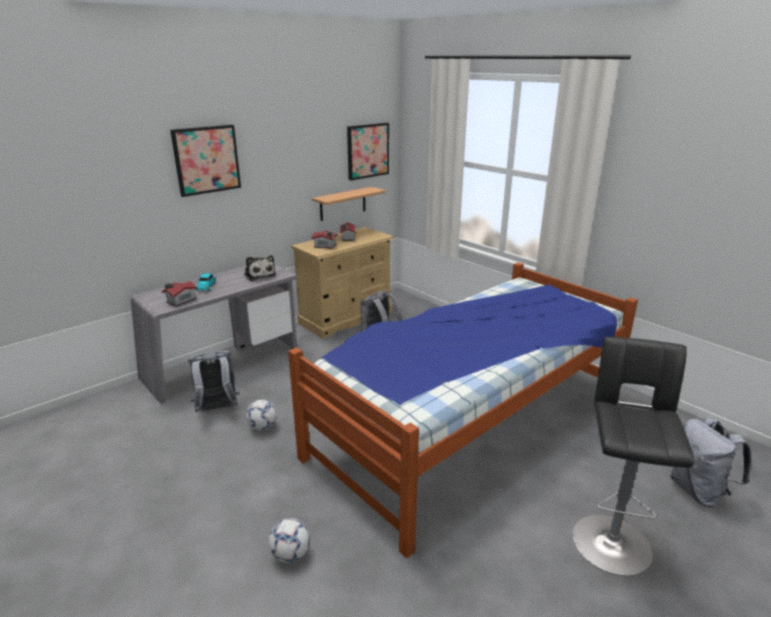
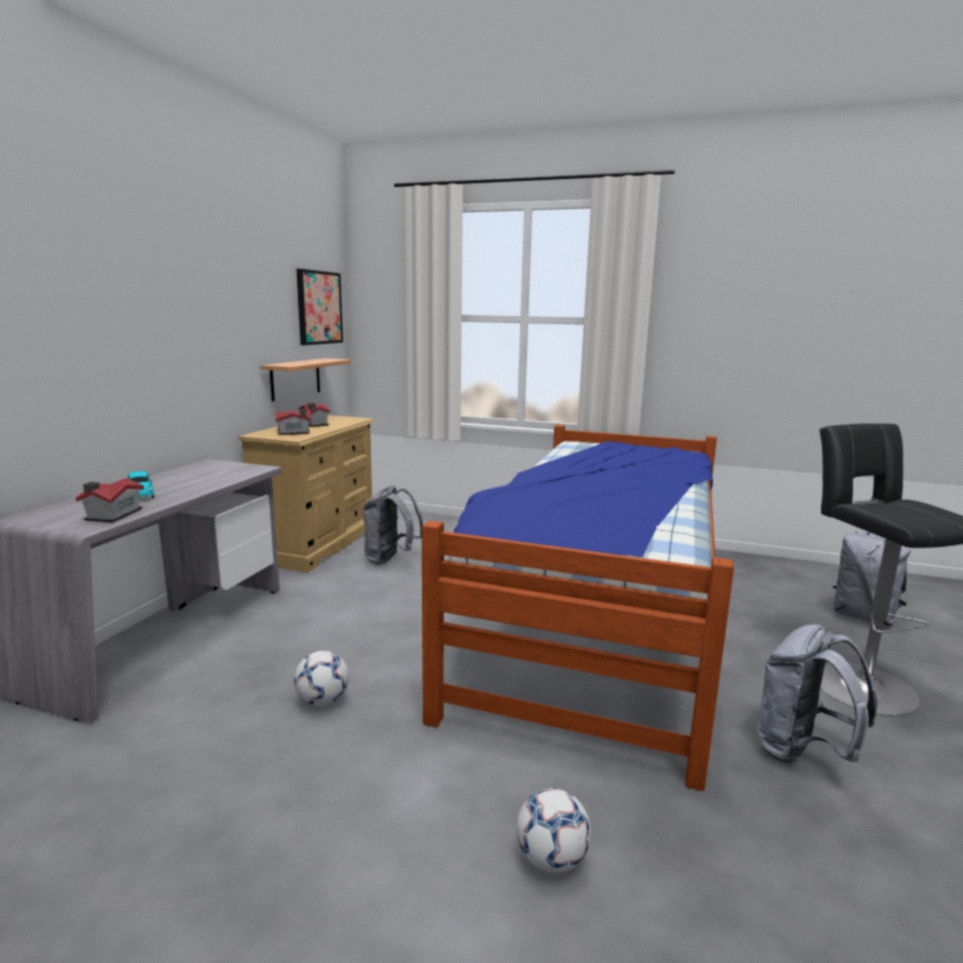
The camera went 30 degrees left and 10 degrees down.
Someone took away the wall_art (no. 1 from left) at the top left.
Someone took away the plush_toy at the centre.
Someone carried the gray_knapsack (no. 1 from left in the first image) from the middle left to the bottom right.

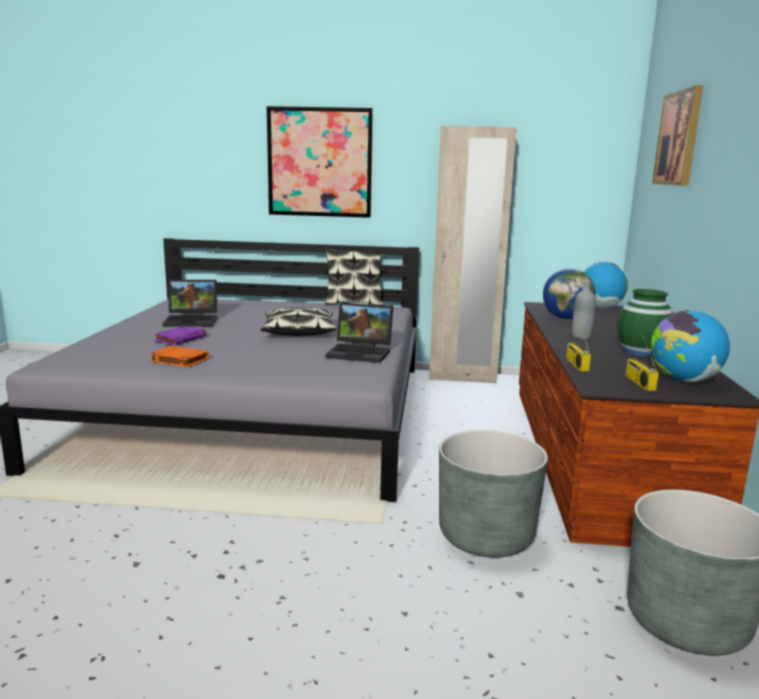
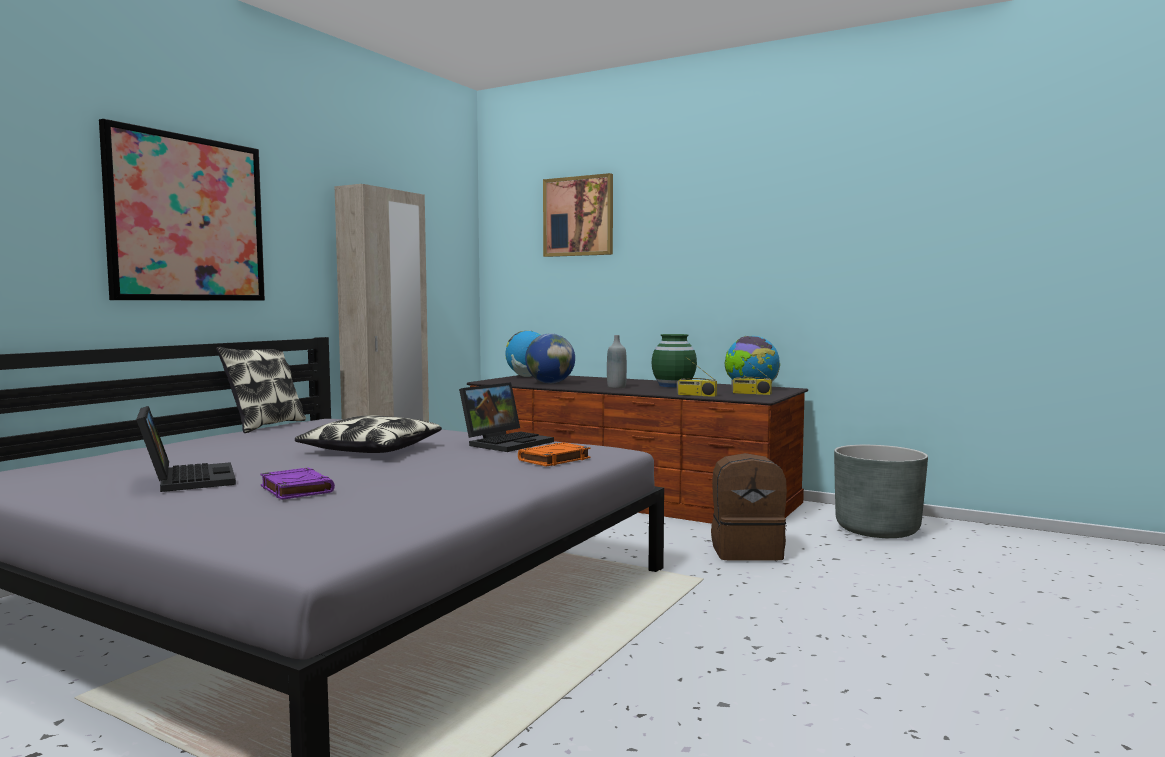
The camera went 65 degrees left and 10 degrees down.
Someone carried the orangey_volume from the middle left to the centre.
Someone swapped the gray_flower_pot (no. 1 from left) at the bottom centre for the brown-coloured_knapsack at the bottom centre.
Someone rotated the notebook_computer (no. 1 from left) at the middle left by 45 degrees counterclockwise.

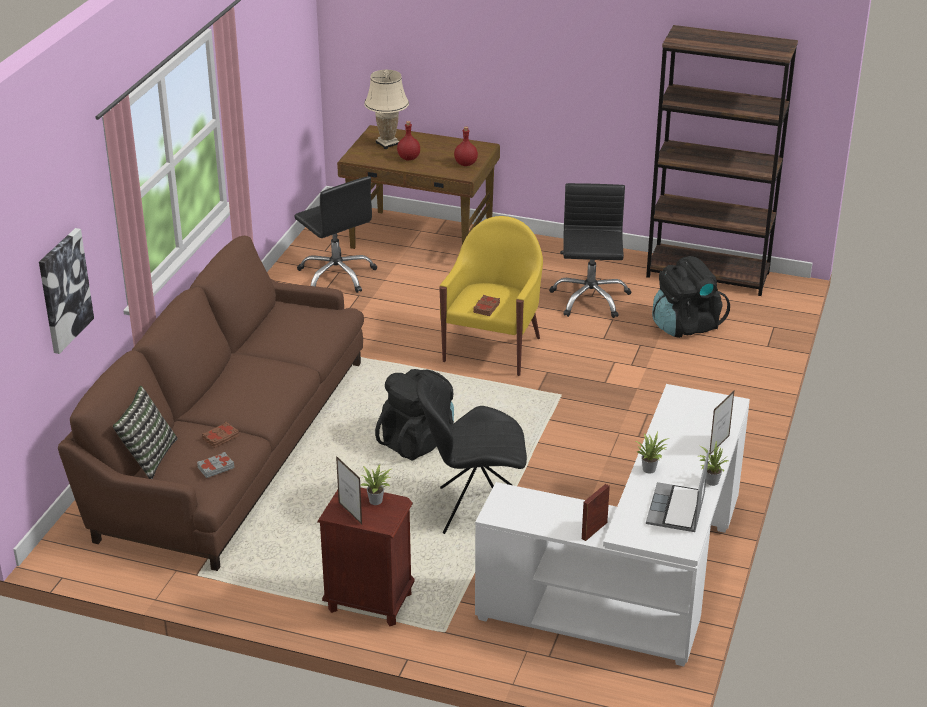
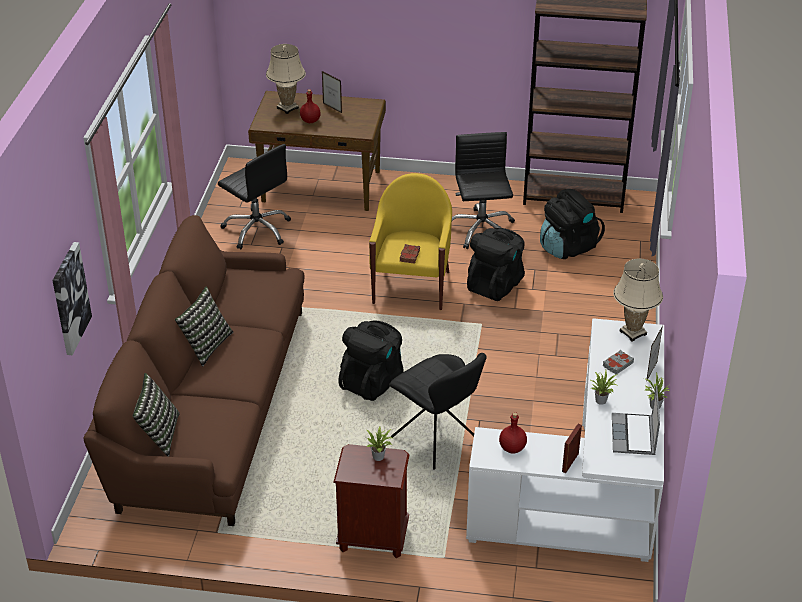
The camera went 10 degrees left and 5 degrees up.
Someone took away the brown-coloured_volume (no. 1 from left) at the middle left.
Someone put down the pillow (no. 2 from left) at the middle left.
Someone put down the blackish_knapsack (no. 2 from left) at the centre.
Someone put down the beige-coloured_table_lamp (no. 2 from left) at the middle right.
Someone carried the gray_volume from the middle left to the middle right.
Someone carried the picture_frame (no. 1 from left) from the bottom centre to the top centre.
Someone carried the red-coloured_beverage_bottle (no. 2 from left) from the top centre to the bottom centre.
Someone rotated the blackish_upright_chair at the centre by 120 degrees counterclockwise.

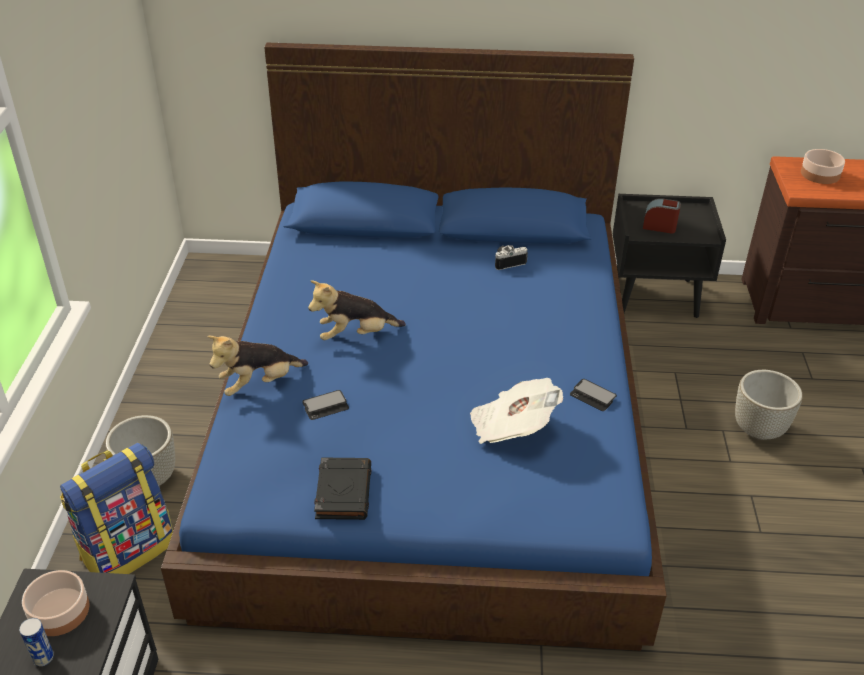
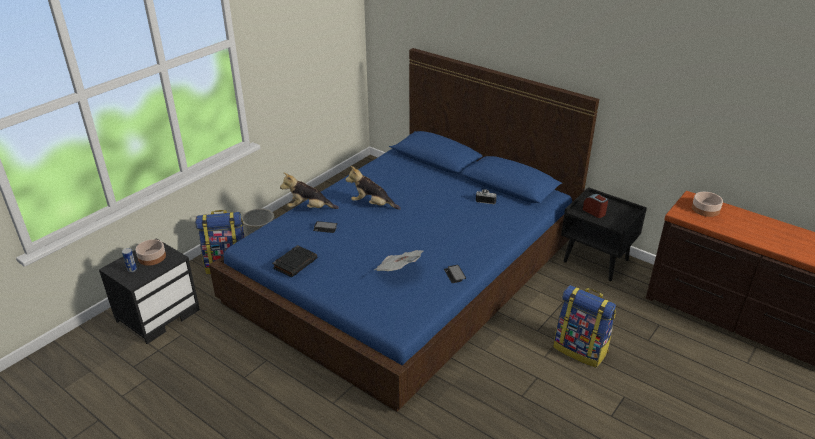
The camera went 35 degrees right and 5 degrees down.
Someone swapped the gray_flower_pot (no. 2 from left) at the middle right for the knapsack (no. 2 from left) at the bottom right.

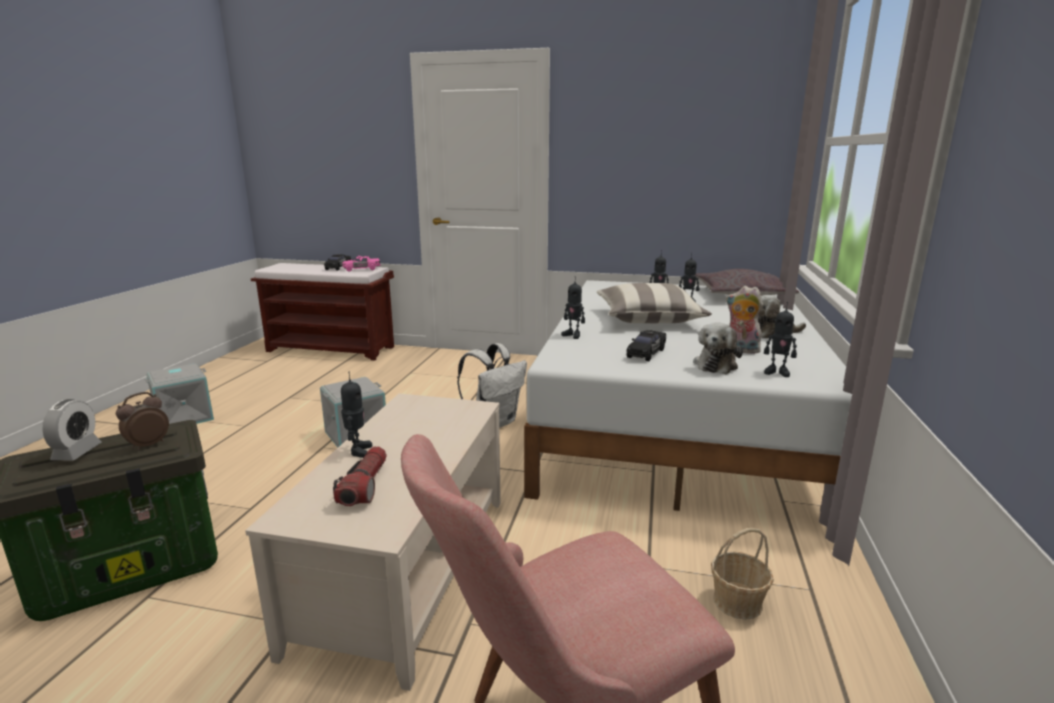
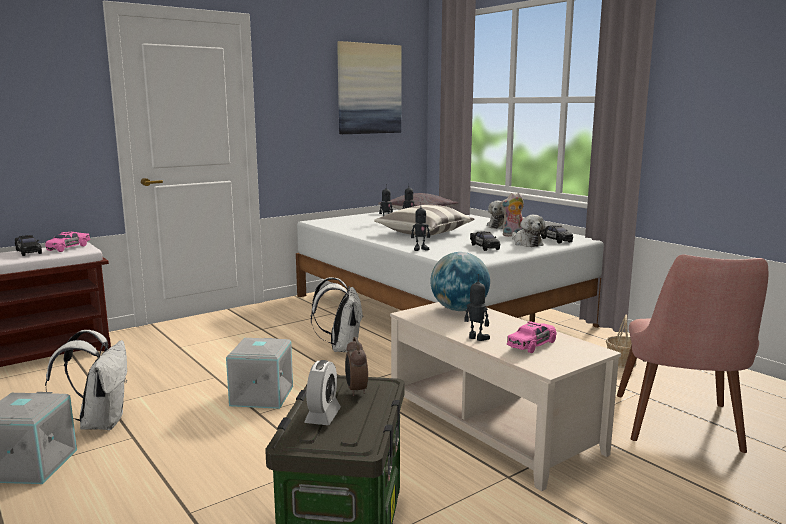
The camera went 50 degrees left and 5 degrees down.
Someone put down the white-coloured_knapsack (no. 1 from left) at the bottom left.
Someone put up the wall_art at the top centre.
Someone put down the desk_globe at the centre.
Someone swapped the flashlight at the bottom centre for the pinkish_model_car (no. 2 from left) at the middle right.
Someone swapped the model_robot (no. 5 from left) at the middle right for the blackish_model_car (no. 3 from left) at the middle right.
Someone rotated the table_clock (no. 1 from left) at the middle left by 60 degrees clockwise.

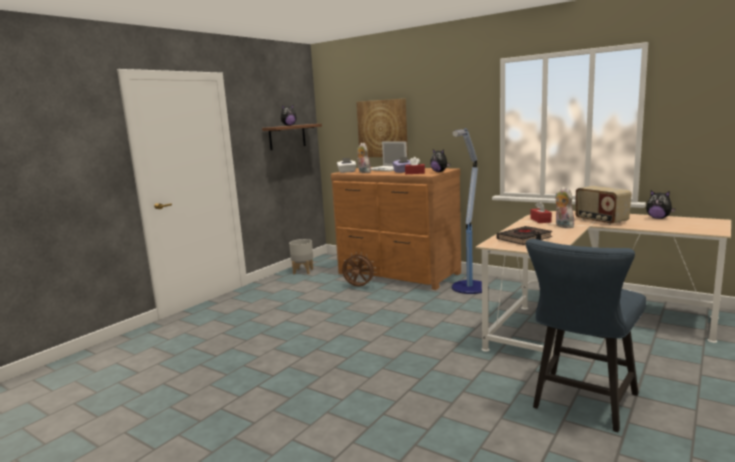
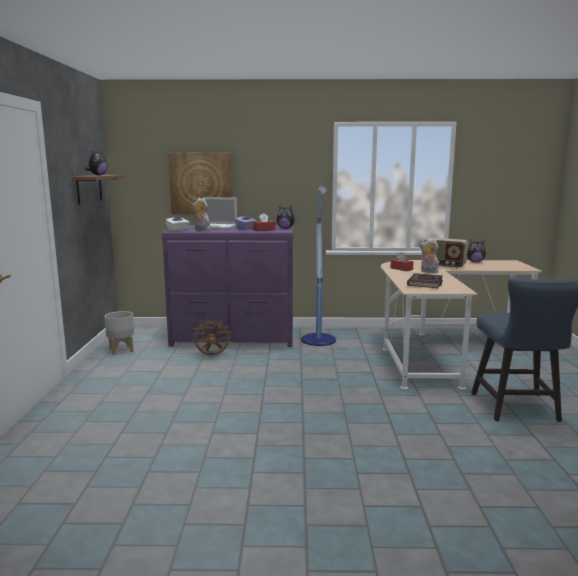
The camera went 35 degrees left and 0 degrees up.
Someone repainted the brown-coloured_dresser at the centre, which became the purple-coloured_dresser at the centre.

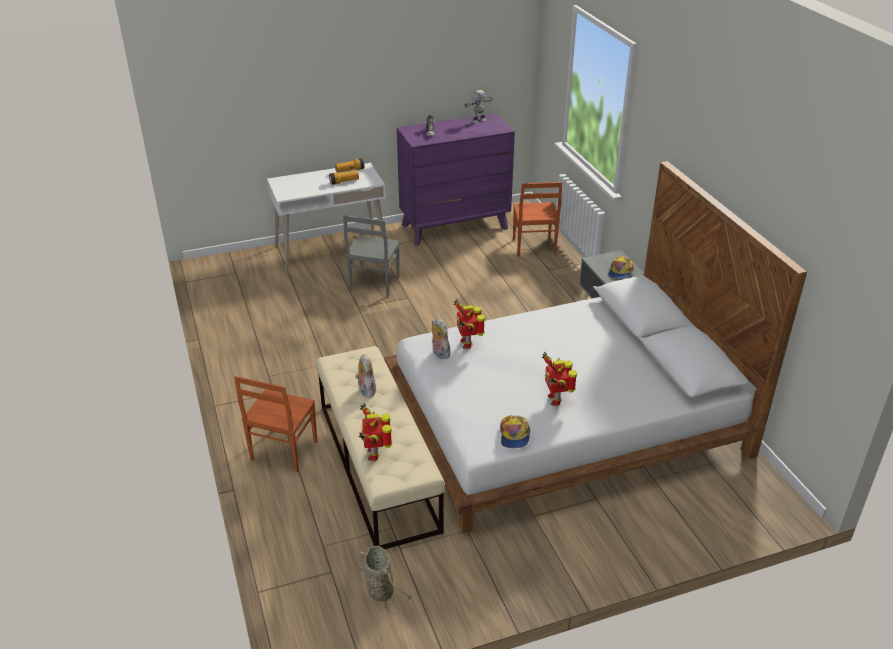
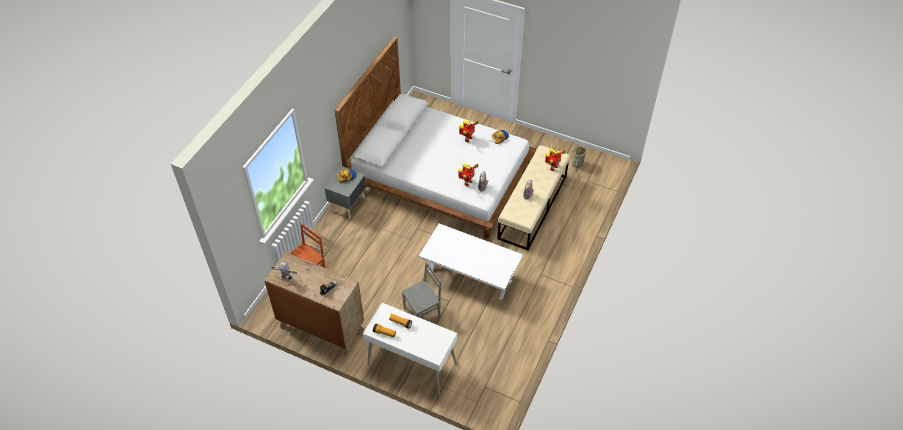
The camera went 135 degrees left and 15 degrees up.
Someone took away the brown-coloured_upright_chair (no. 1 from left) at the middle left.
Someone put down the white-coloured_low_table at the centre.
Someone repainted the purple-coloured_dresser at the top centre, which became the brown-coloured_dresser at the bottom centre.

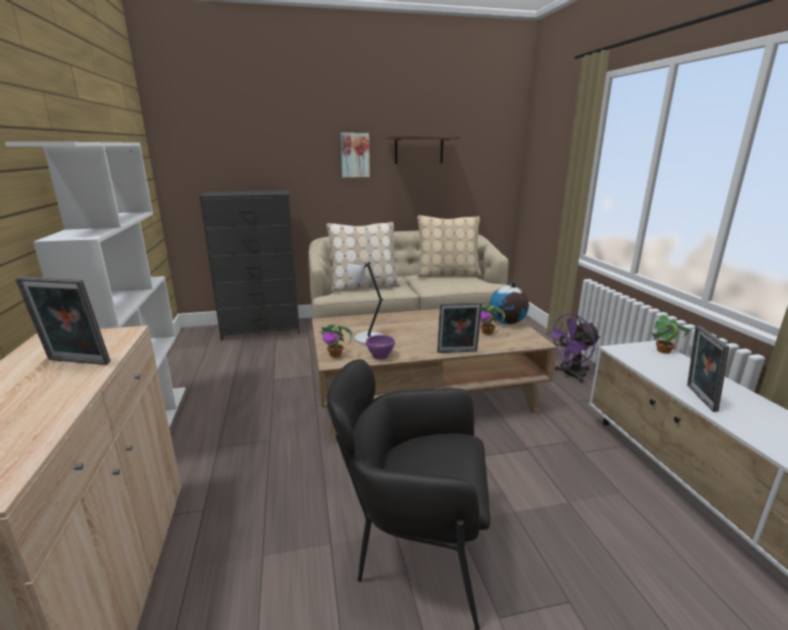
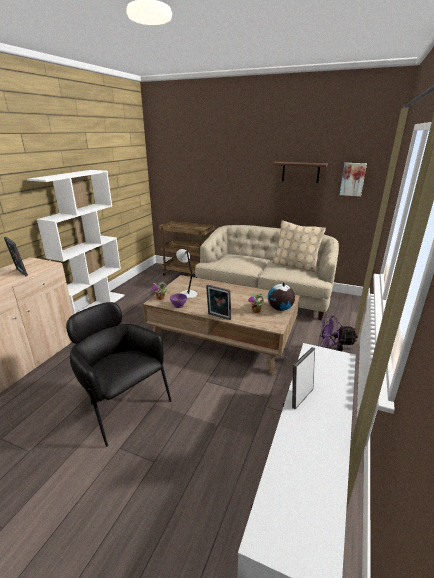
The camera went 35 degrees right and 5 degrees up.
Someone took away the beige-coloured_pillow (no. 1 from left) at the centre.
Someone took away the plant_in_a_pot (no. 3 from left) at the middle right.
Someone carried the wall_art from the top centre to the top right.
Someone swapped the blackish_dresser at the middle left for the brown-coloured_wheeled_cart at the centre.

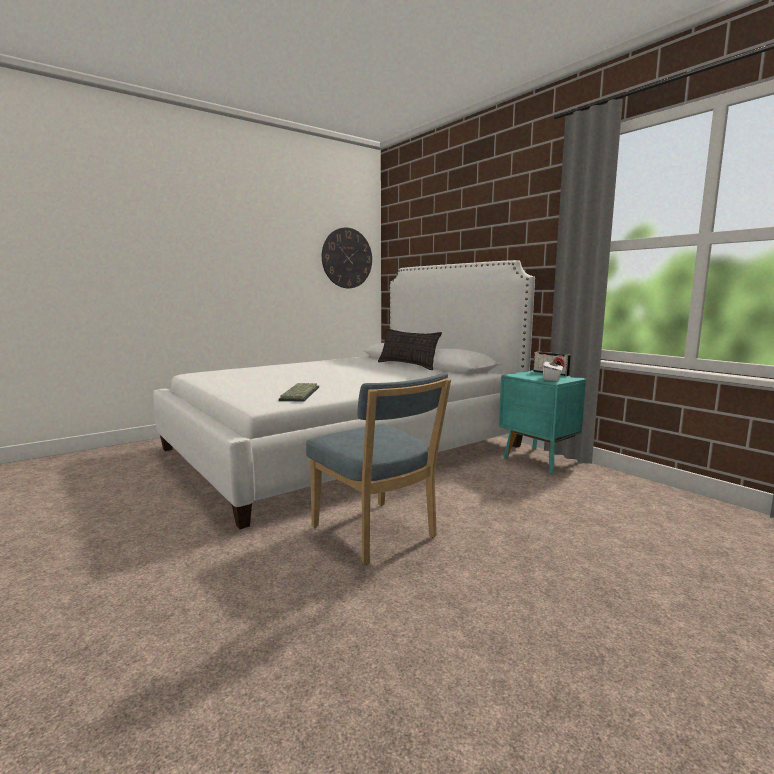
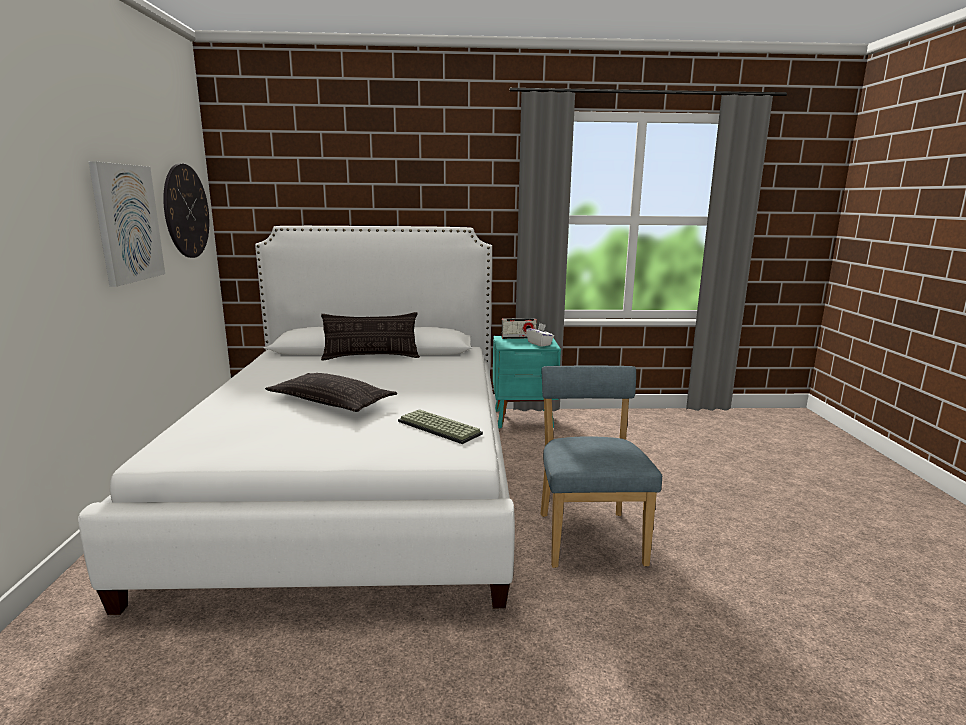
The camera went 55 degrees left and 5 degrees up.
Someone put up the wall_art at the top left.
Someone put down the pillow (no. 1 from left) at the centre.
Someone rotated the blue_upright_chair at the centre by 90 degrees counterclockwise.

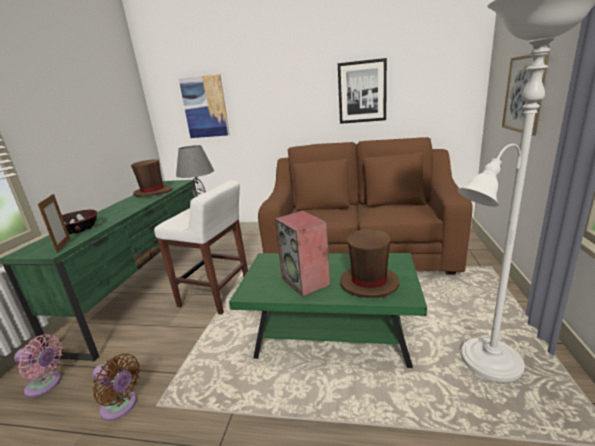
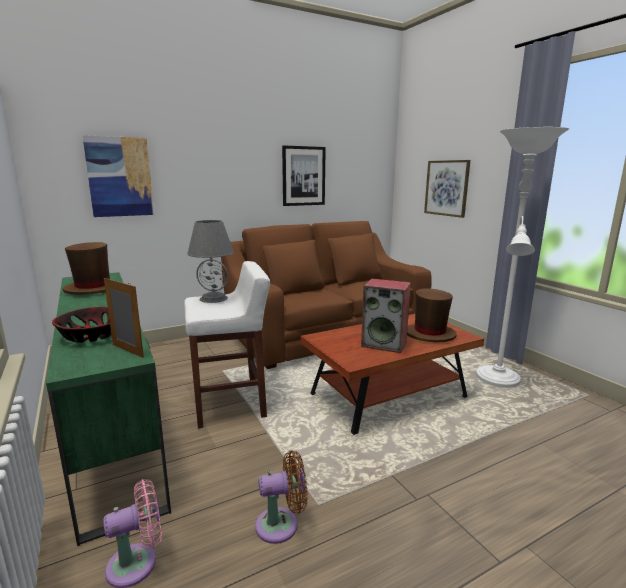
The camera went 40 degrees left and 5 degrees down.
Someone repainted the green-coloured_low_table at the bottom centre, which became the brown-coloured_low_table at the centre.

